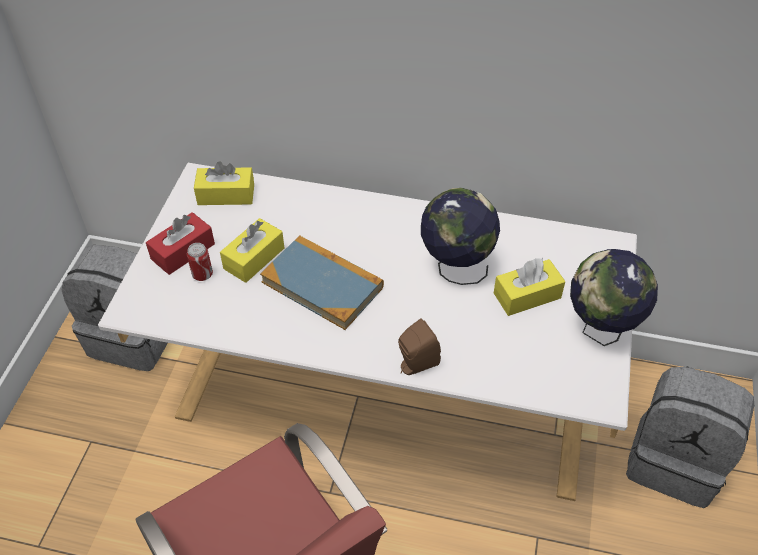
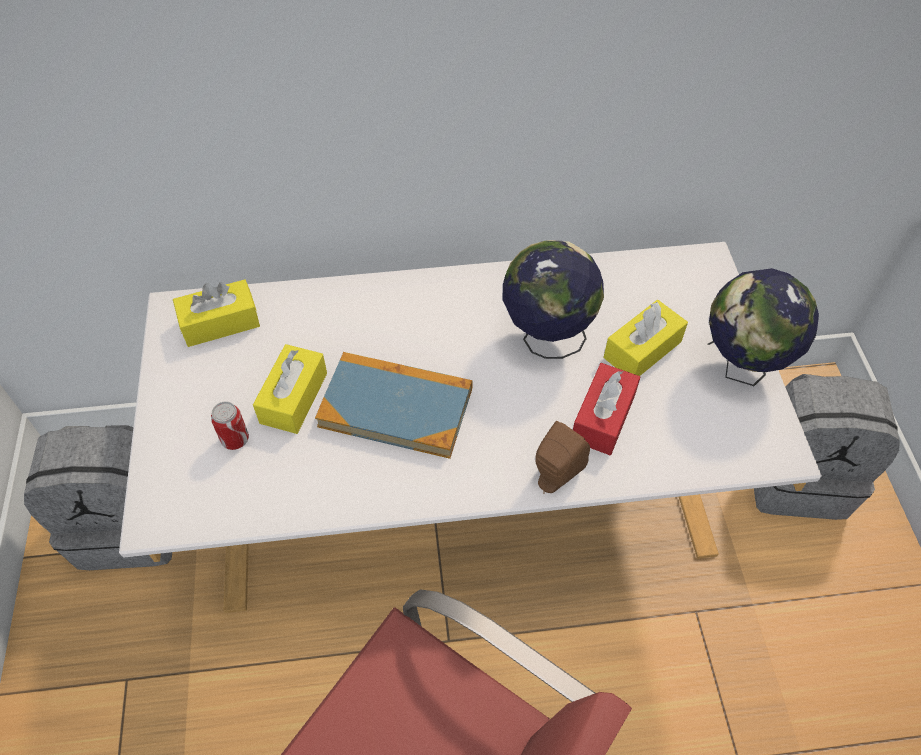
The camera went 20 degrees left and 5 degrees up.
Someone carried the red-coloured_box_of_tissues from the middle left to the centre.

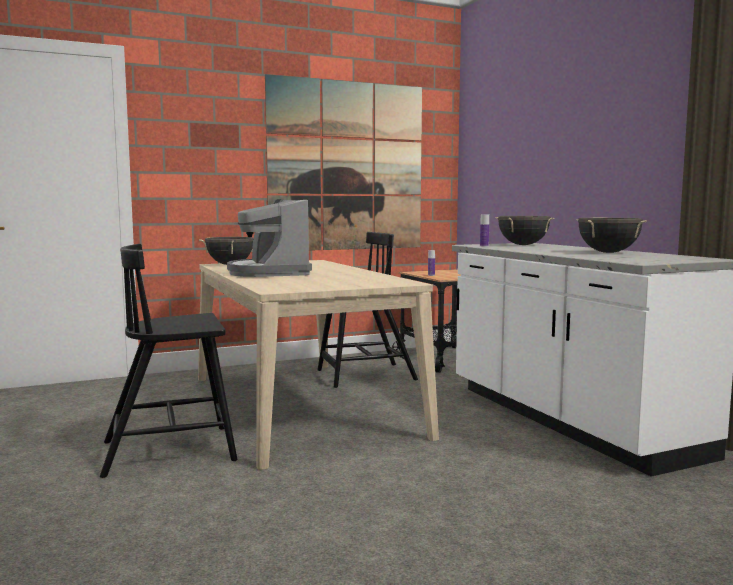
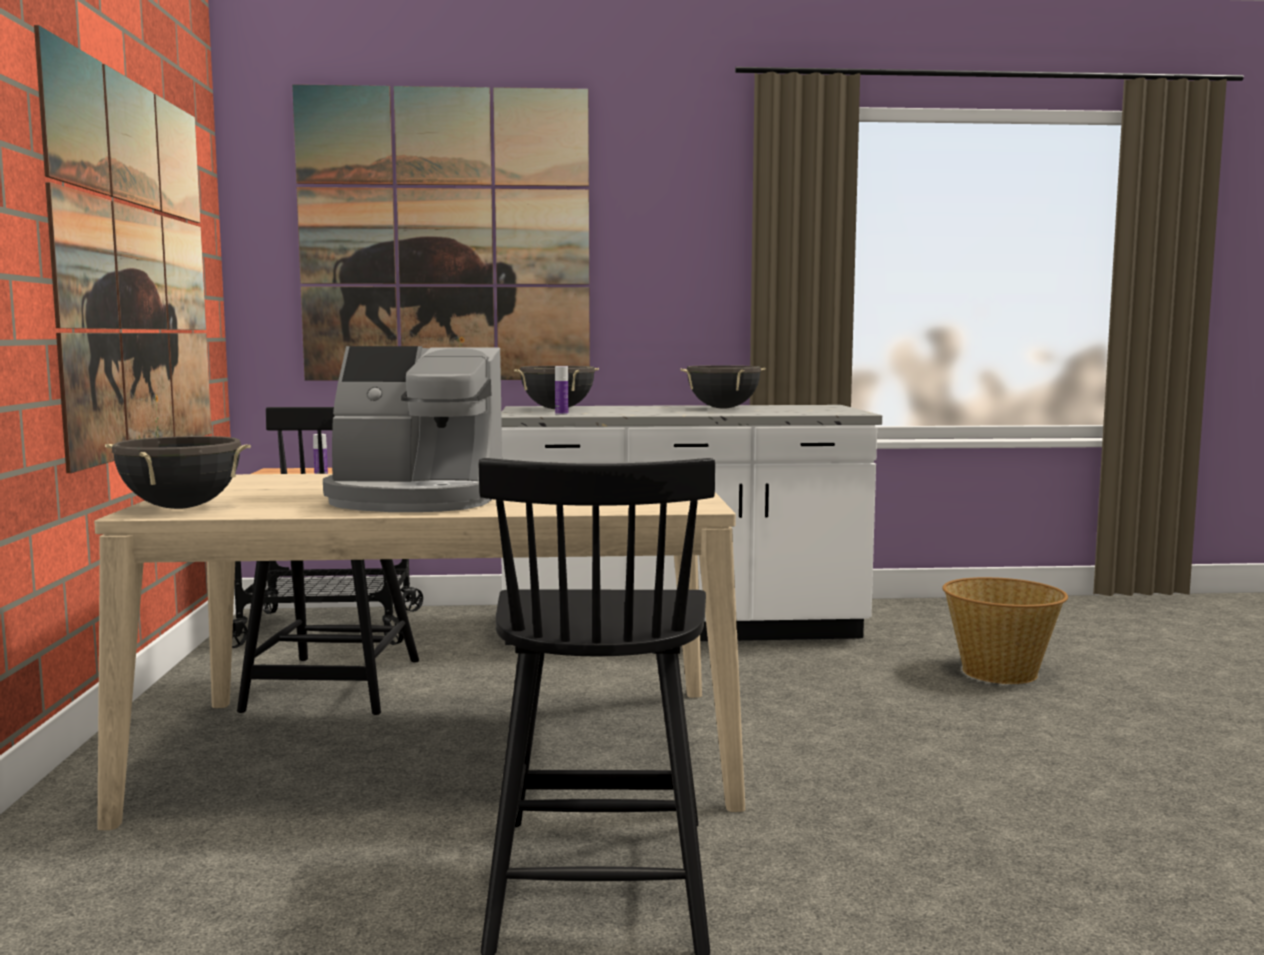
The camera went 70 degrees left and 0 degrees up.
Someone put up the wall_art (no. 2 from left) at the top centre.
Someone put down the household_basket at the middle right.

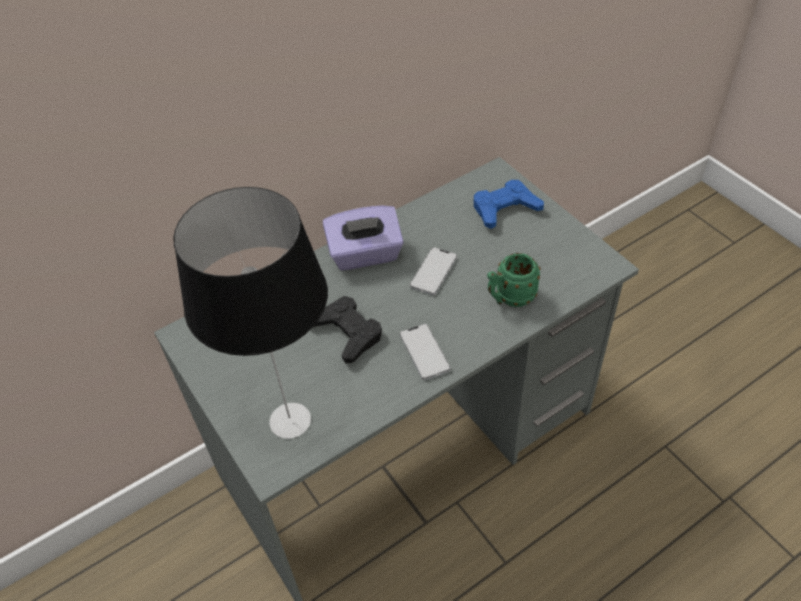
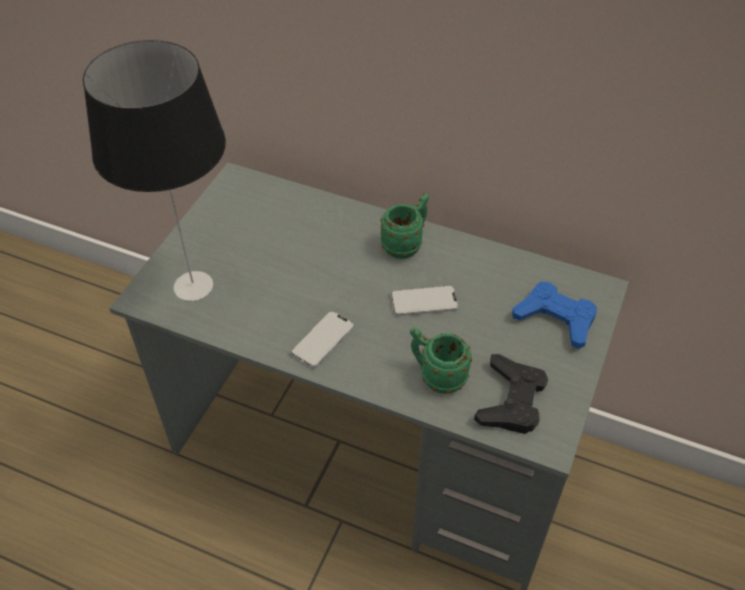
The camera went 55 degrees right and 0 degrees up.
Someone carried the blackish_game_controller from the centre to the bottom right.
Someone swapped the purple-coloured_box_of_tissues at the centre for the green-coloured_tea_mug (no. 1 from left) at the centre.

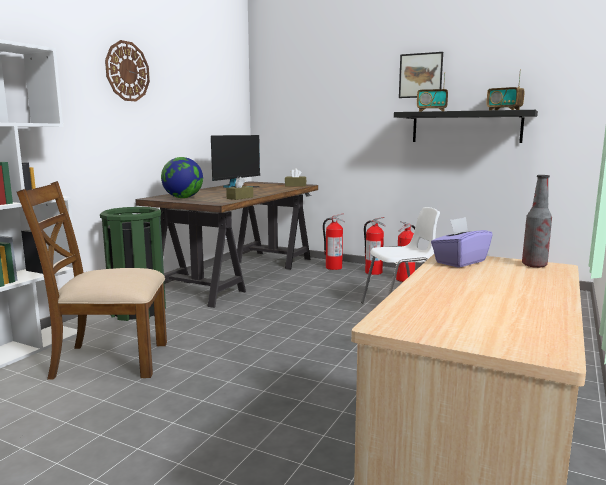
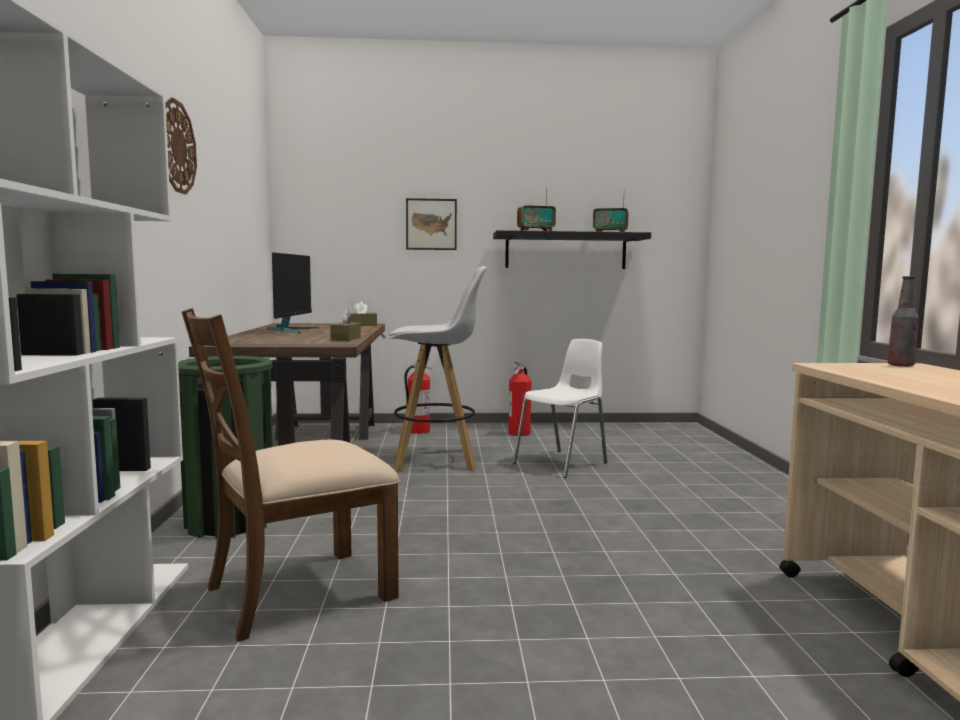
The camera went 30 degrees left and 5 degrees down.
Someone took away the desk_globe at the middle left.
Someone took away the extinguisher (no. 2 from left) at the centre.
Someone took away the purple-coloured_box_of_tissues at the middle right.
Someone put down the white-coloured_stool at the centre.
Someone carried the wall_art from the top right to the top centre.

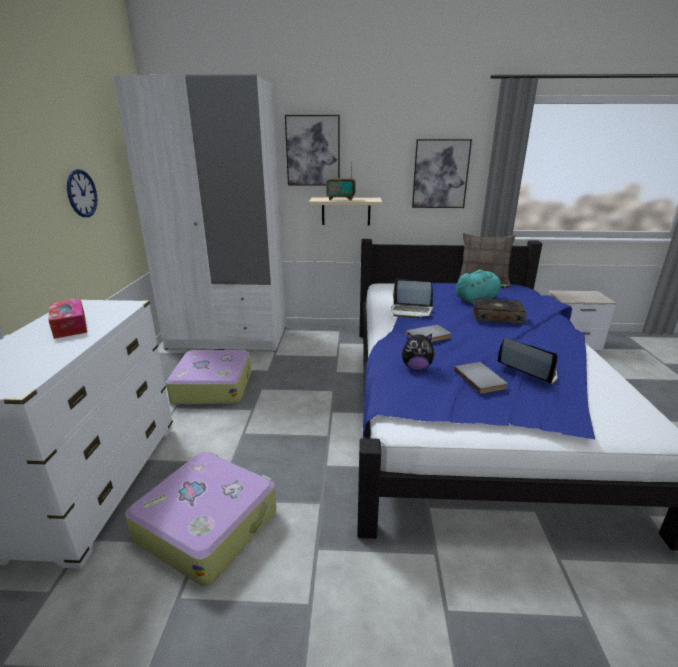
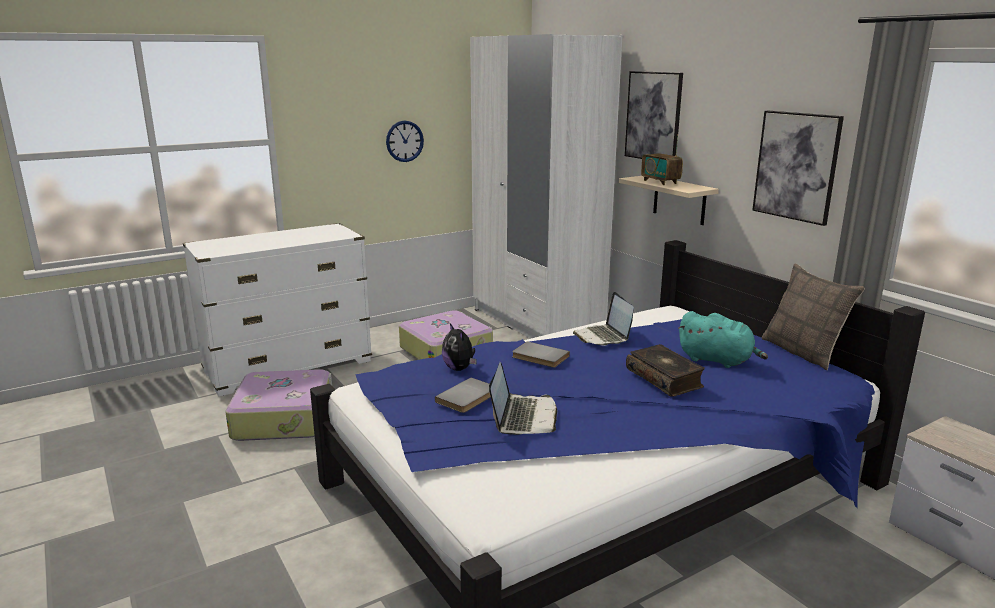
The camera went 55 degrees right and 5 degrees down.
Someone took away the box_of_tissues at the middle left.

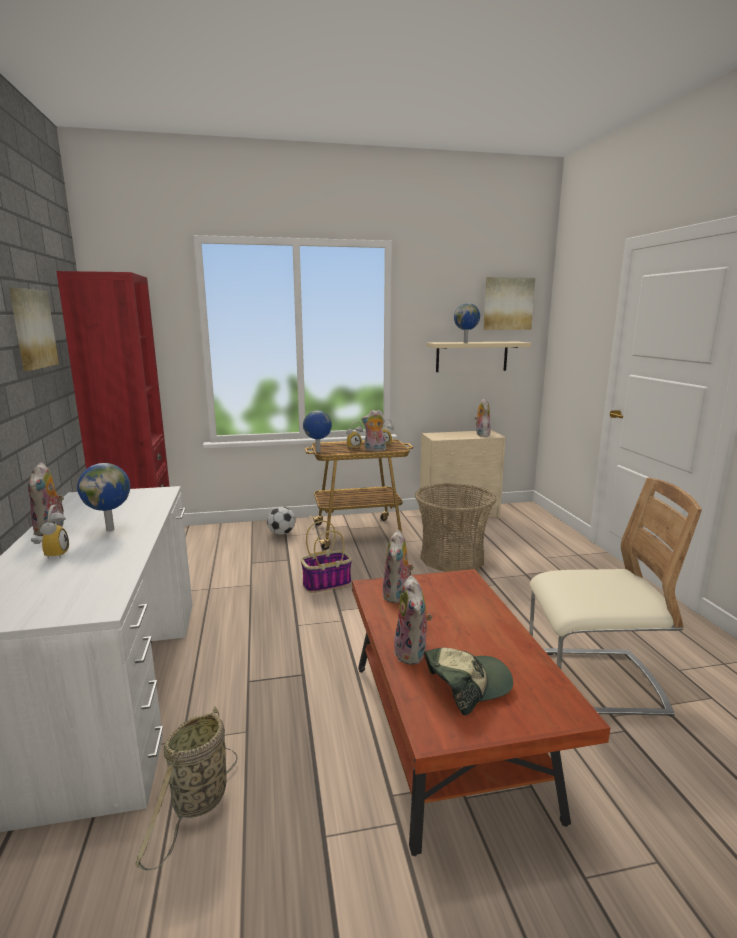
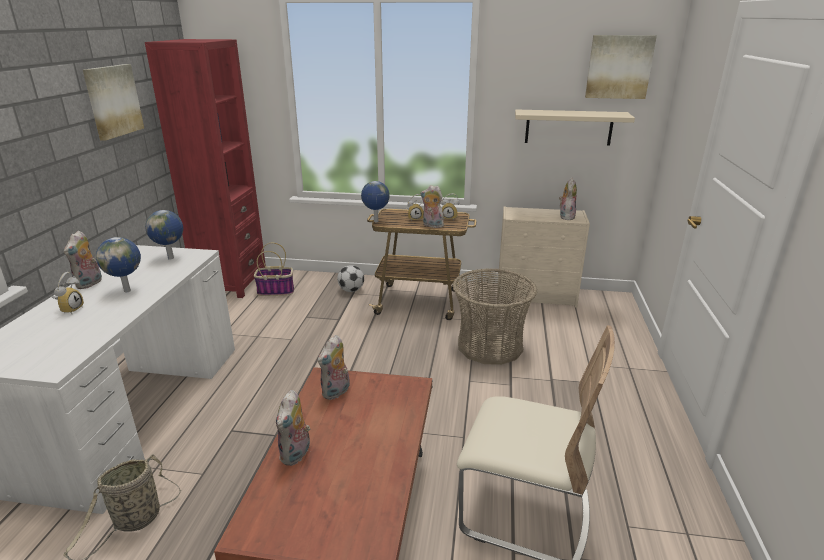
The camera went 20 degrees right and 10 degrees up.
Someone took away the cap at the bottom centre.
Someone carried the household_basket (no. 2 from left) from the centre to the middle left.
Someone carried the desk_globe (no. 3 from left in the first image) from the centre to the middle left.

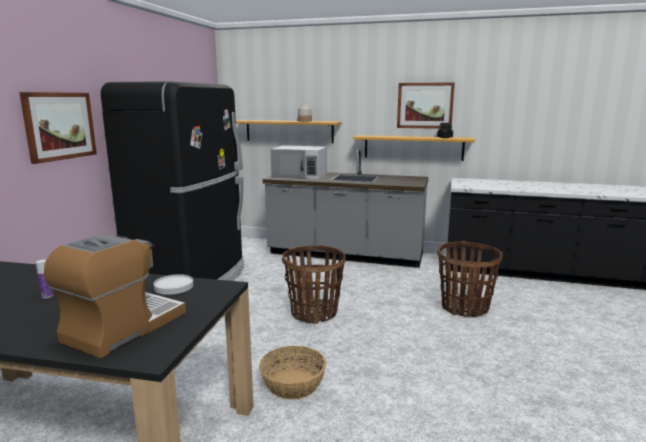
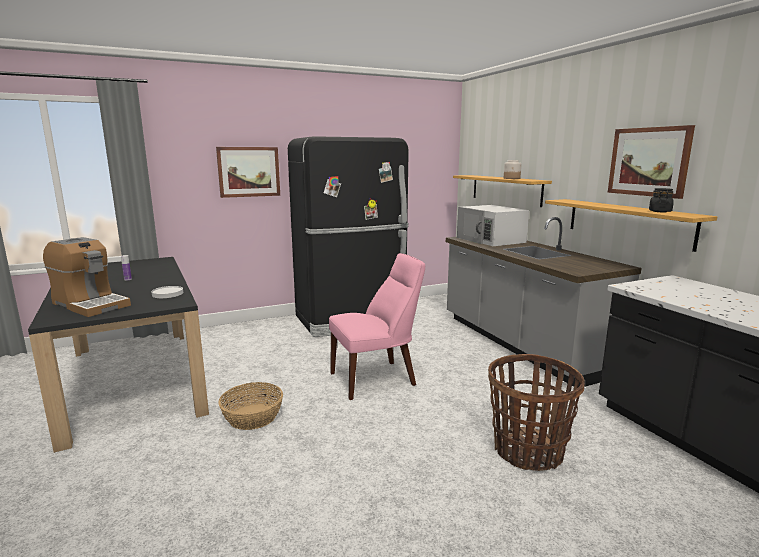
The camera went 50 degrees right and 0 degrees up.
Someone swapped the household_basket (no. 2 from left) at the centre for the pinkish_upright_chair at the centre.
Someone rotated the coffee_machine at the bottom left by 45 degrees clockwise.

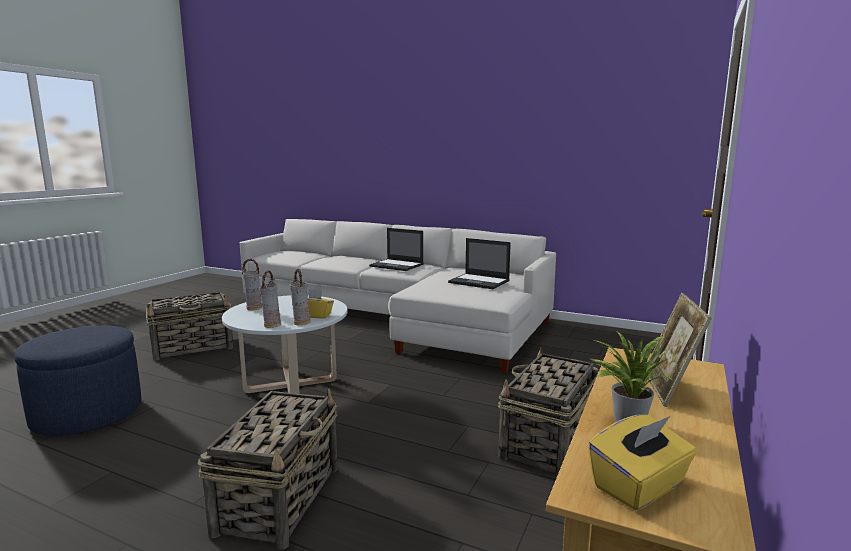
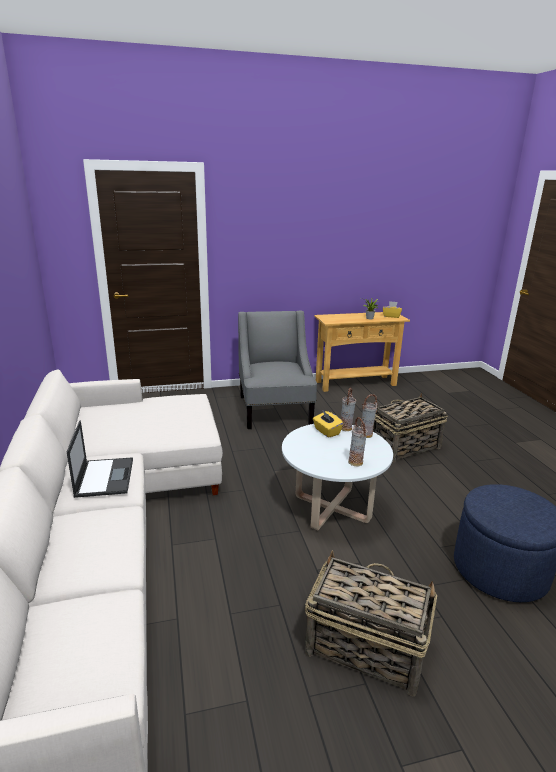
The camera went 130 degrees left and 10 degrees up.
Someone took away the notebook_computer (no. 2 from left) at the centre.
Someone took away the picture_frame at the middle right.
Someone swapped the household_basket (no. 3 from left) at the bottom centre for the gray_armchair at the centre.

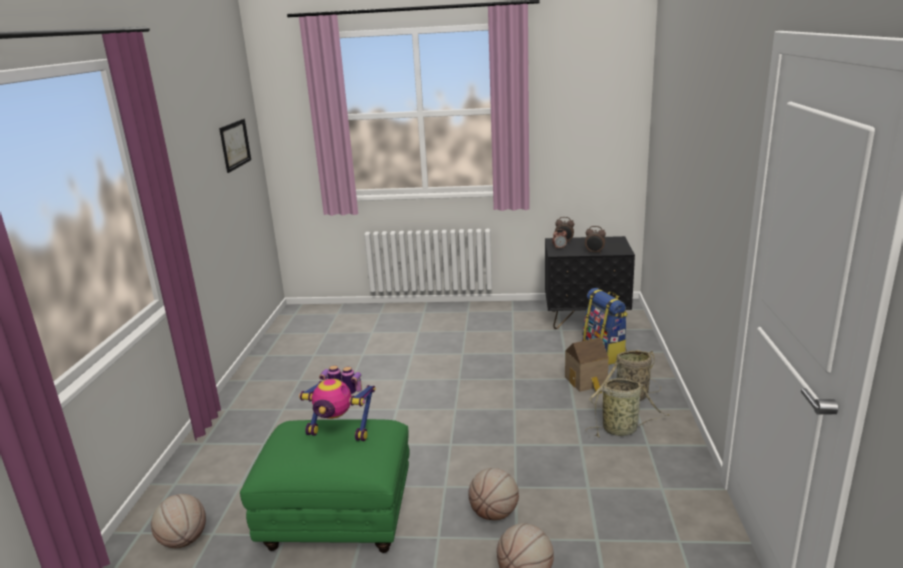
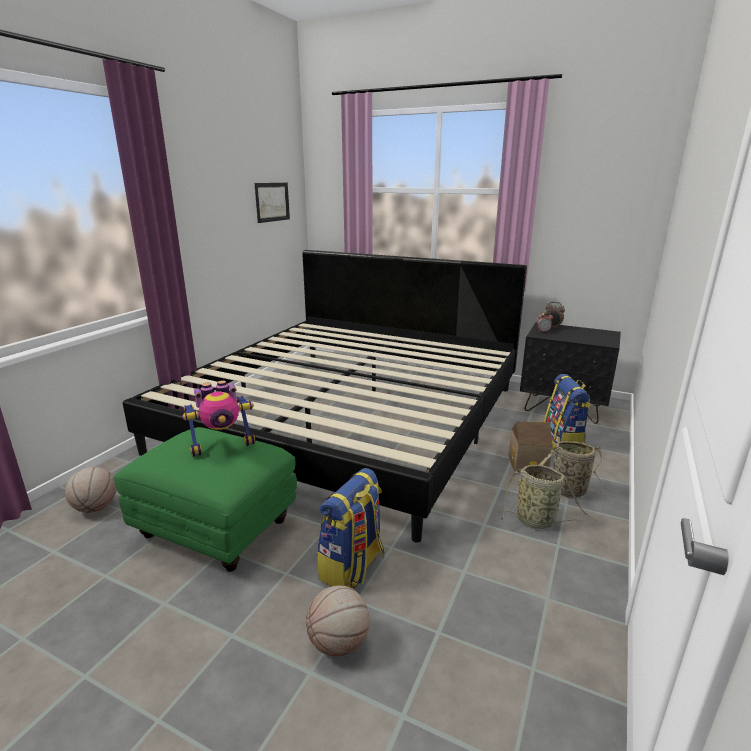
The camera went 20 degrees right and 0 degrees up.
Someone took away the table_clock (no. 3 from left) at the centre.
Someone put down the bed at the centre.
Someone swapped the ball_for_basketball (no. 2 from left) at the bottom centre for the knapsack (no. 1 from left) at the bottom centre.
Someone rotated the model_robot at the bottom centre by 60 degrees counterclockwise.

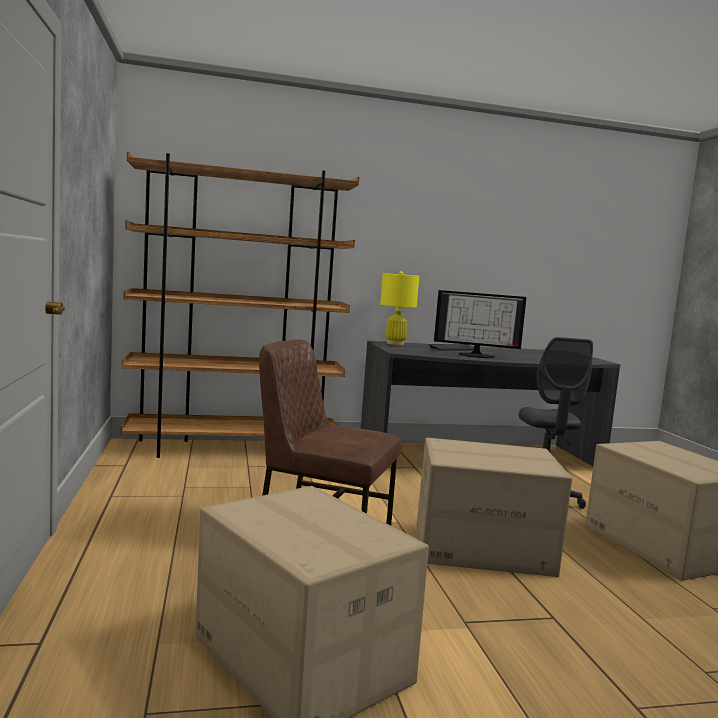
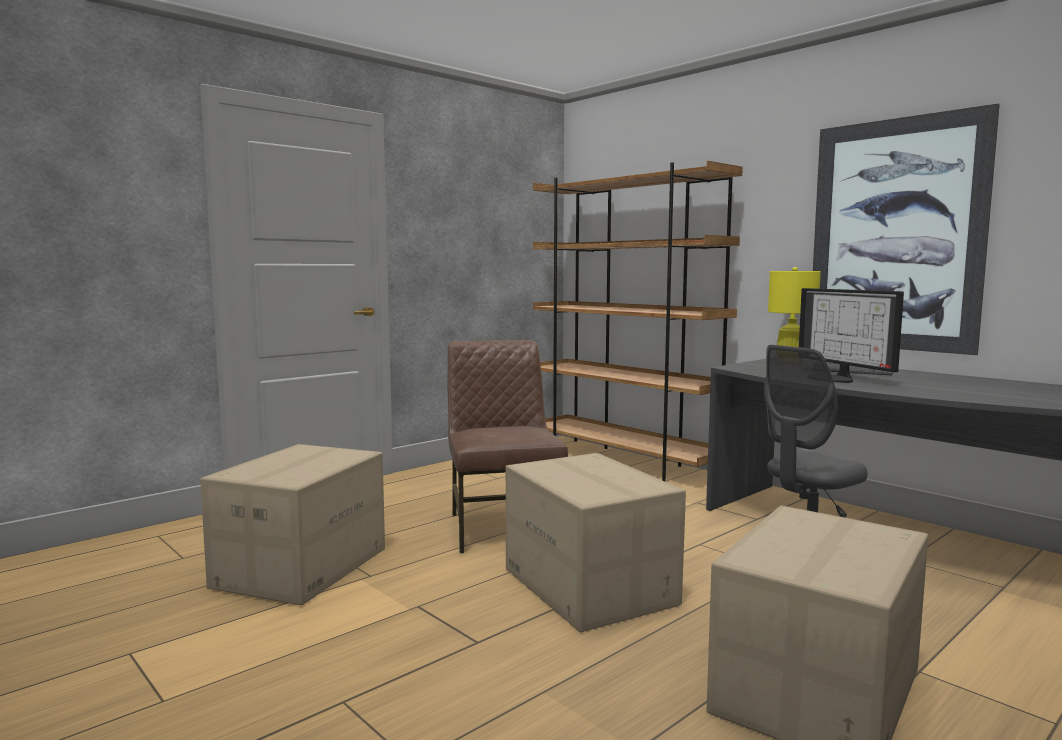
The camera went 60 degrees right and 0 degrees up.
Someone put up the wall_art at the top right.

